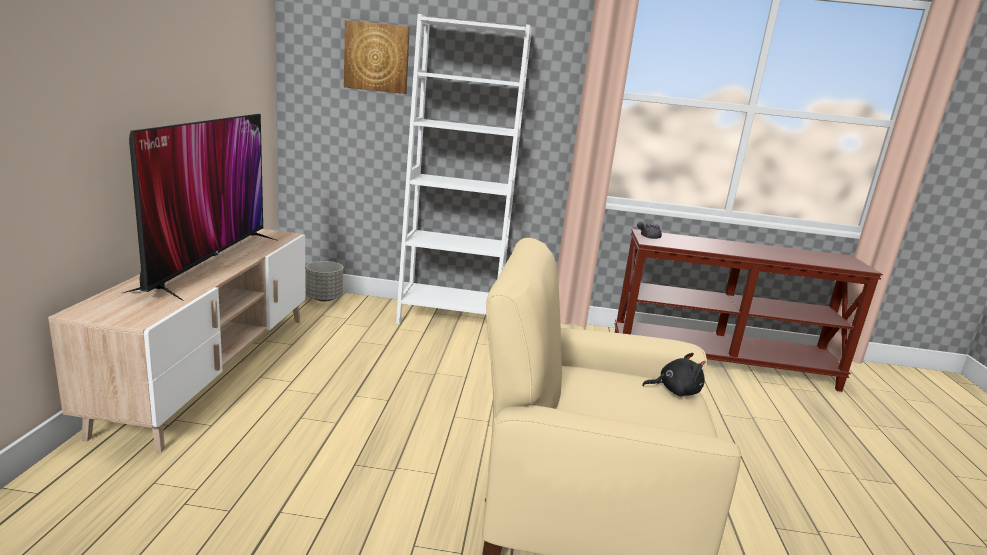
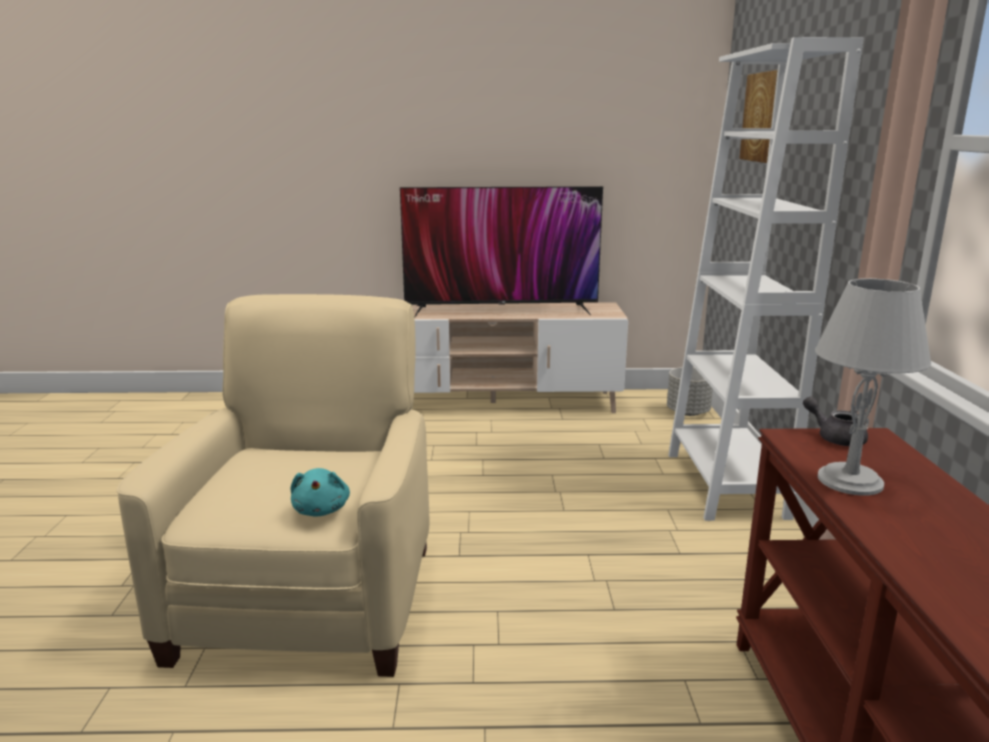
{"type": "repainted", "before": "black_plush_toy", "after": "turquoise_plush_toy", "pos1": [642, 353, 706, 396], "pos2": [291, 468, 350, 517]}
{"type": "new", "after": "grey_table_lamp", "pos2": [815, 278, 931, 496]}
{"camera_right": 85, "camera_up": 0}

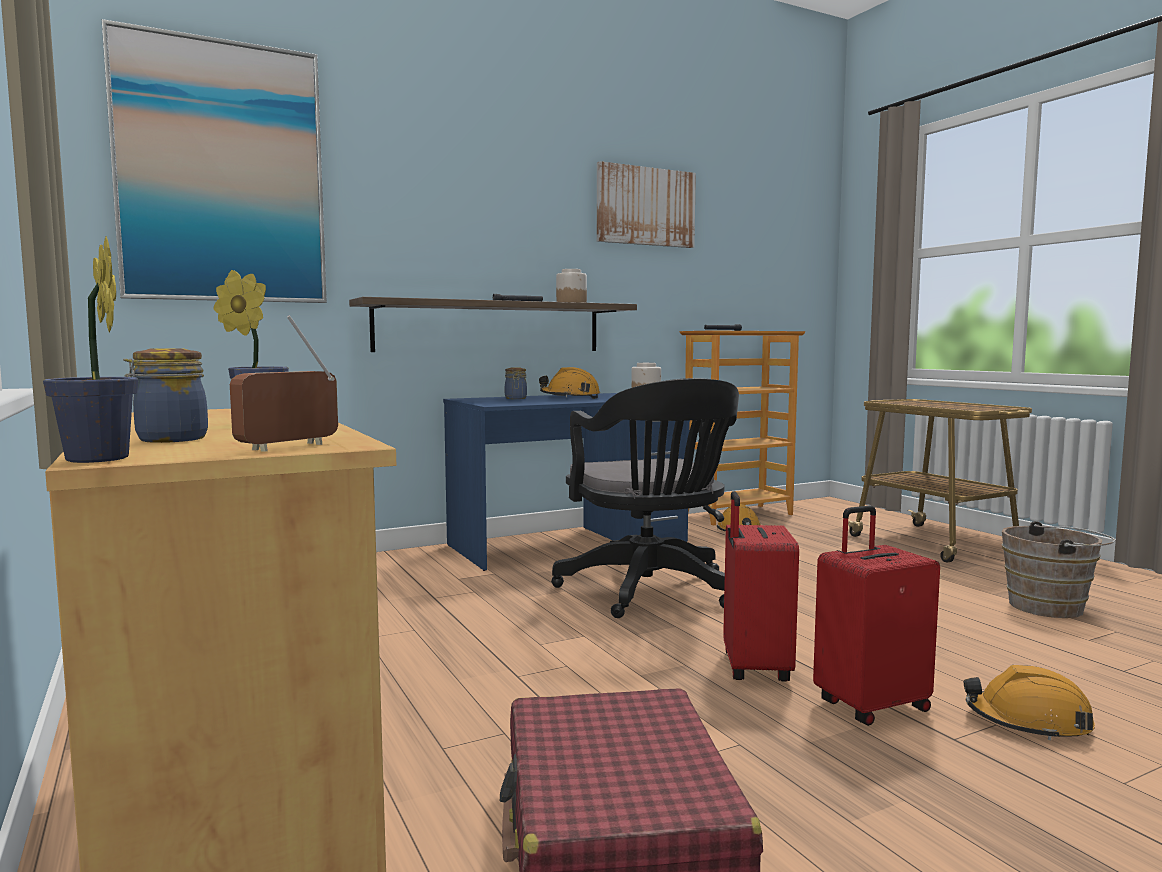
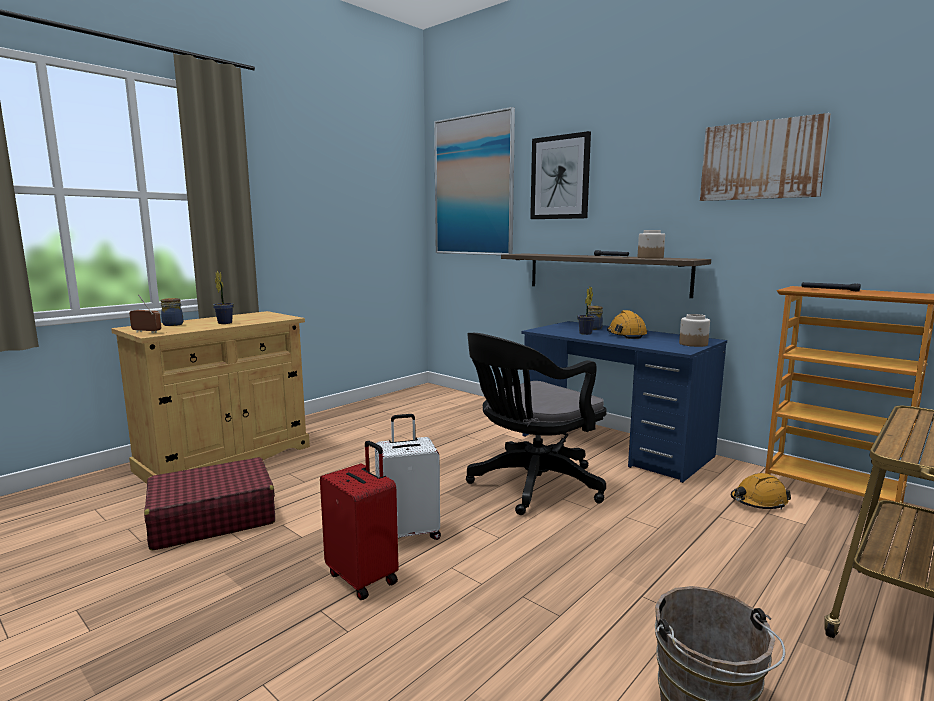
{"type": "shifted", "before": "potted_plant", "pos1": [43, 236, 138, 463], "pos2": [577, 287, 596, 335]}
{"type": "repainted", "before": "red_suitcase", "after": "white_suitcase", "pos1": [723, 491, 799, 682], "pos2": [375, 414, 441, 540]}
{"type": "gone", "before": "orange_hard_hat", "pos1": [964, 665, 1095, 740]}
{"type": "new", "after": "picture", "pos2": [530, 131, 591, 219]}
{"camera_right": 70, "camera_up": 5}

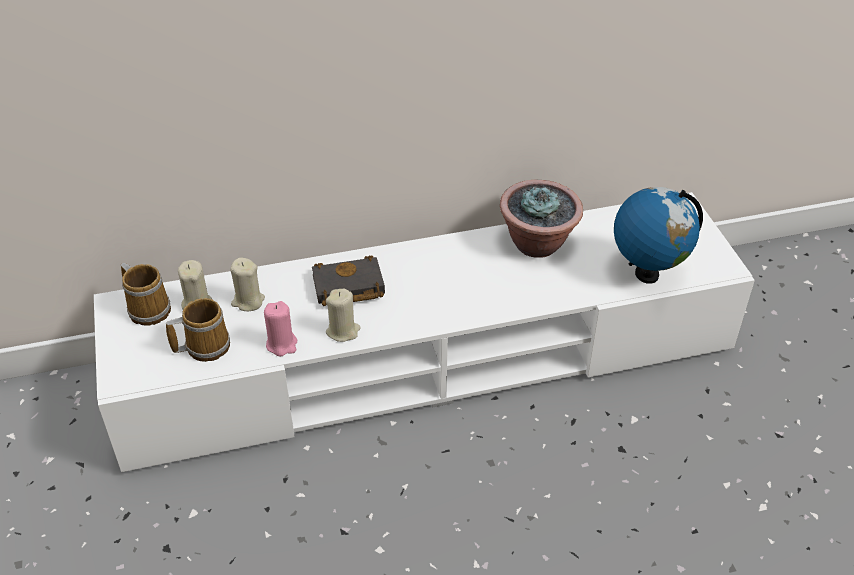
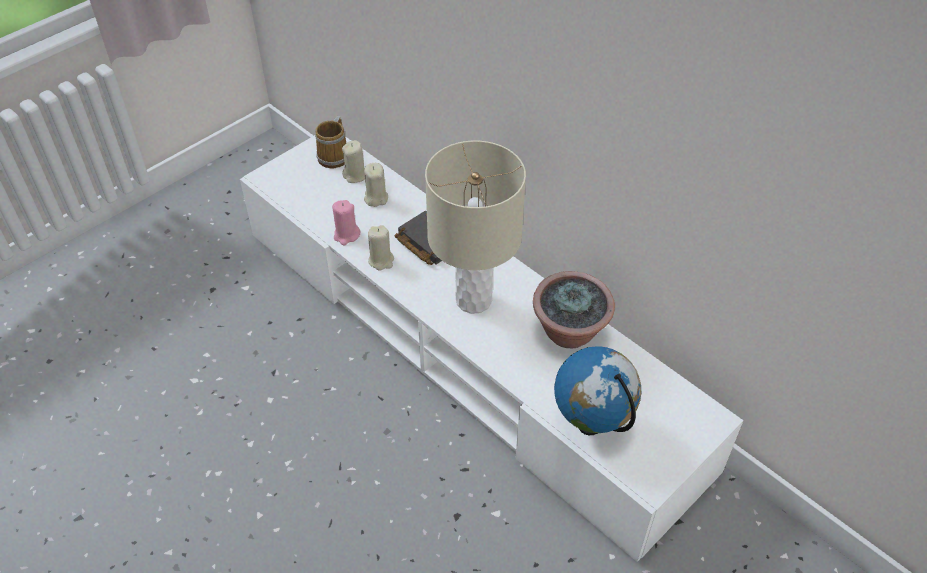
{"type": "gone", "before": "mug", "pos1": [166, 298, 230, 362]}
{"type": "new", "after": "beige_table_lamp", "pos2": [425, 141, 526, 314]}
{"camera_right": 60, "camera_up": 5}

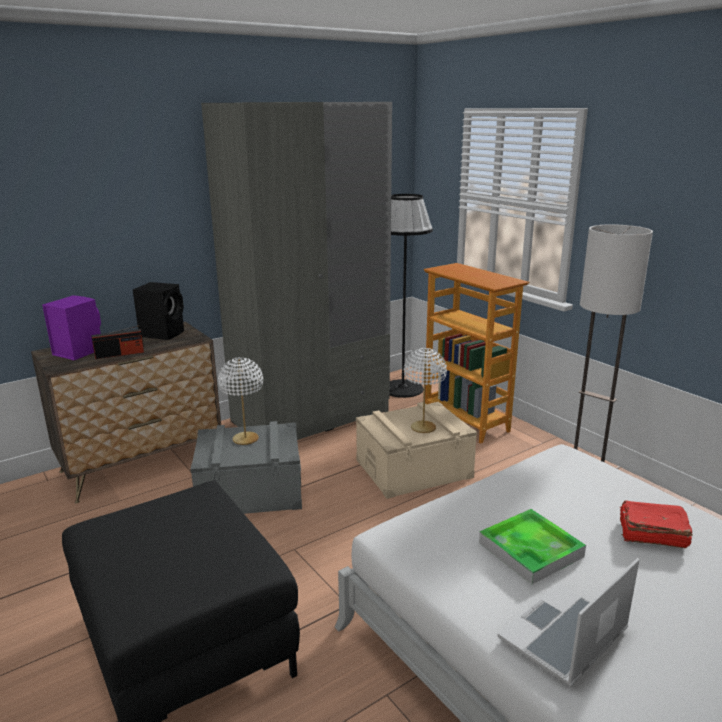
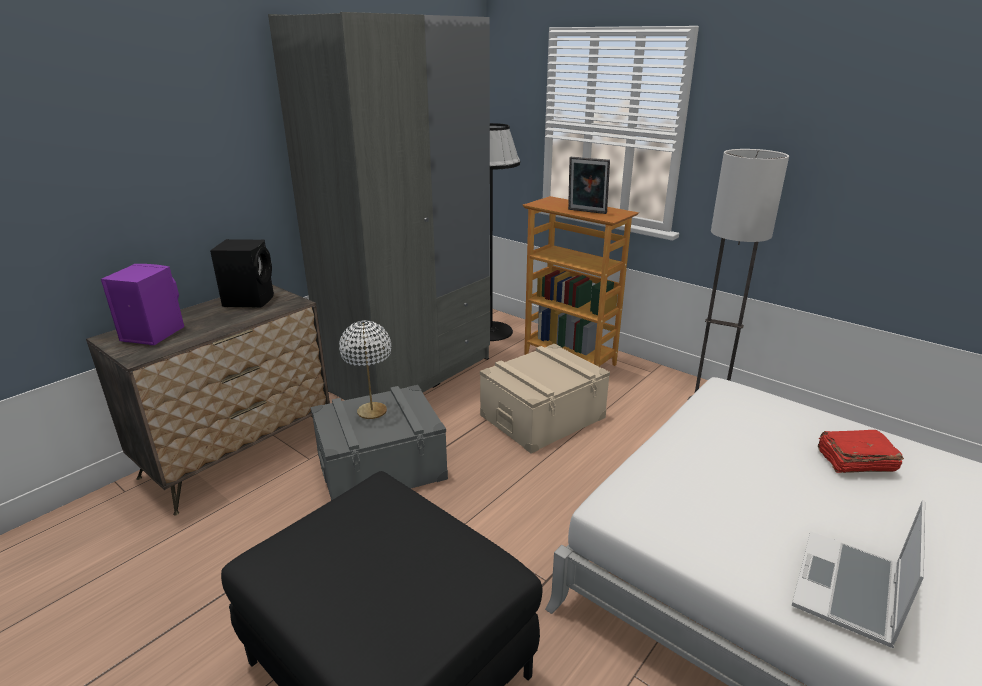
{"type": "gone", "before": "radio", "pos1": [91, 325, 144, 359]}
{"type": "gone", "before": "white_table_lamp", "pos1": [404, 348, 447, 433]}
{"type": "gone", "before": "tray", "pos1": [479, 509, 586, 585]}
{"type": "new", "after": "picture_frame", "pos2": [568, 157, 610, 214]}
{"camera_right": -15, "camera_up": 5}

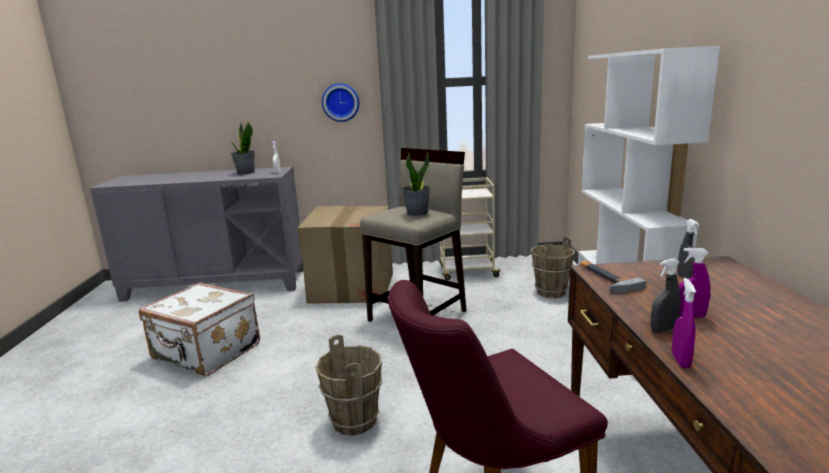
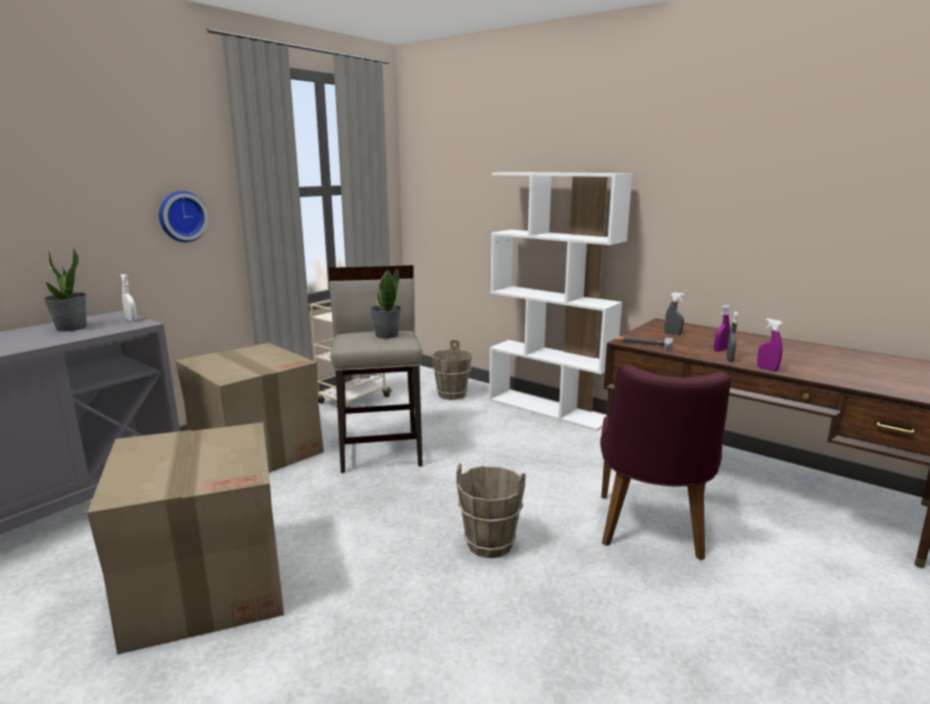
{"type": "swapped", "before": "white_suitcase", "after": "cardboard_box", "pos1": [139, 282, 260, 376], "pos2": [87, 422, 284, 655]}
{"camera_right": -50, "camera_up": 0}

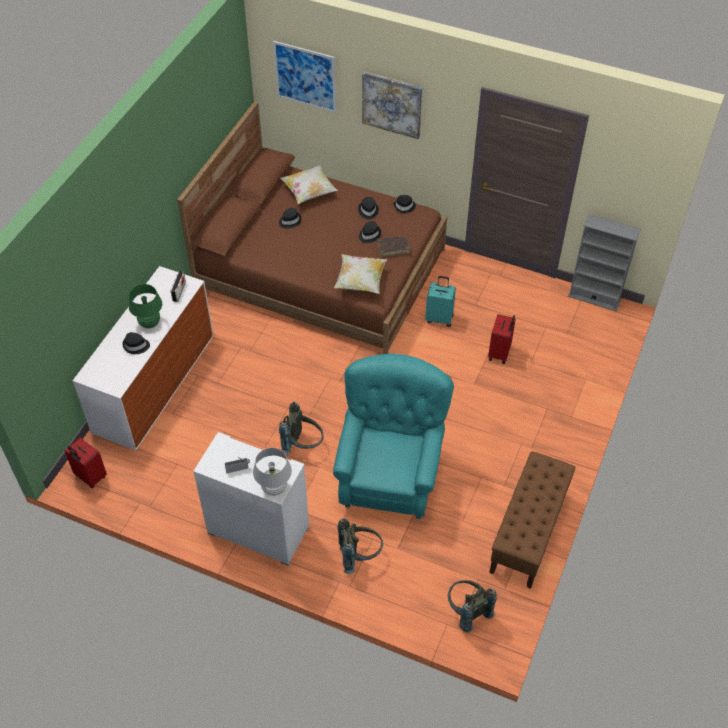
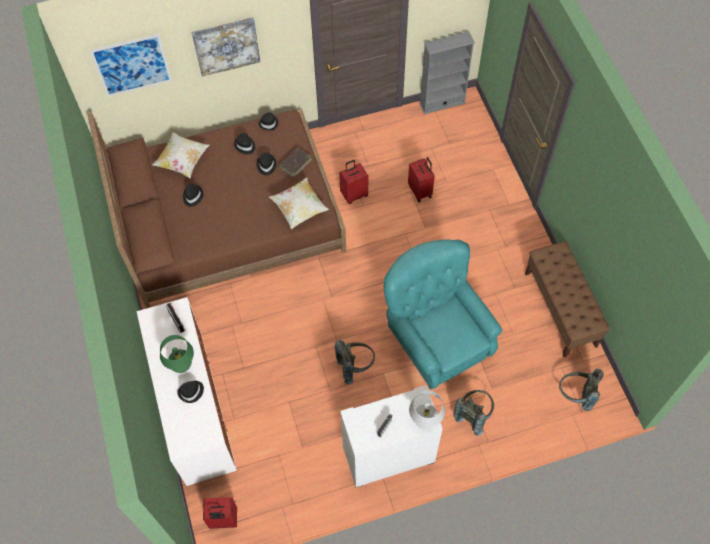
{"type": "repainted", "before": "turquoise_suitcase", "after": "red_suitcase", "pos1": [425, 276, 456, 327], "pos2": [339, 160, 368, 204]}
{"camera_right": -40, "camera_up": 10}

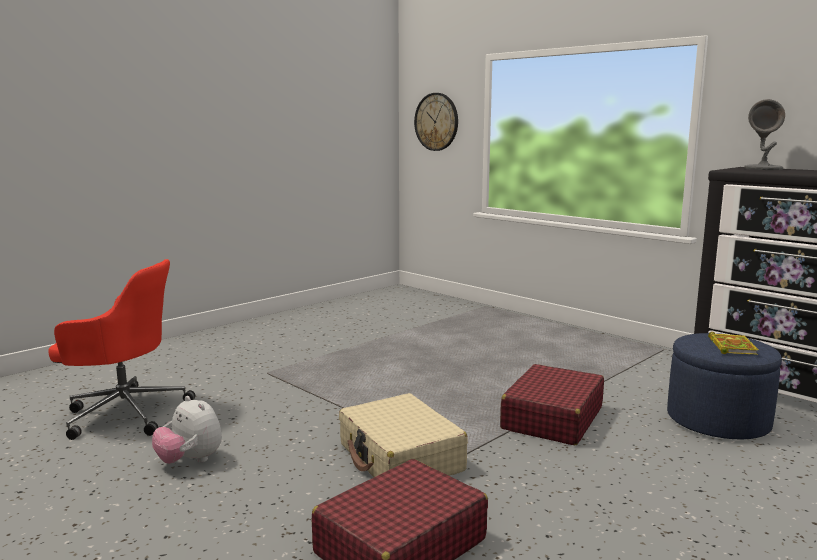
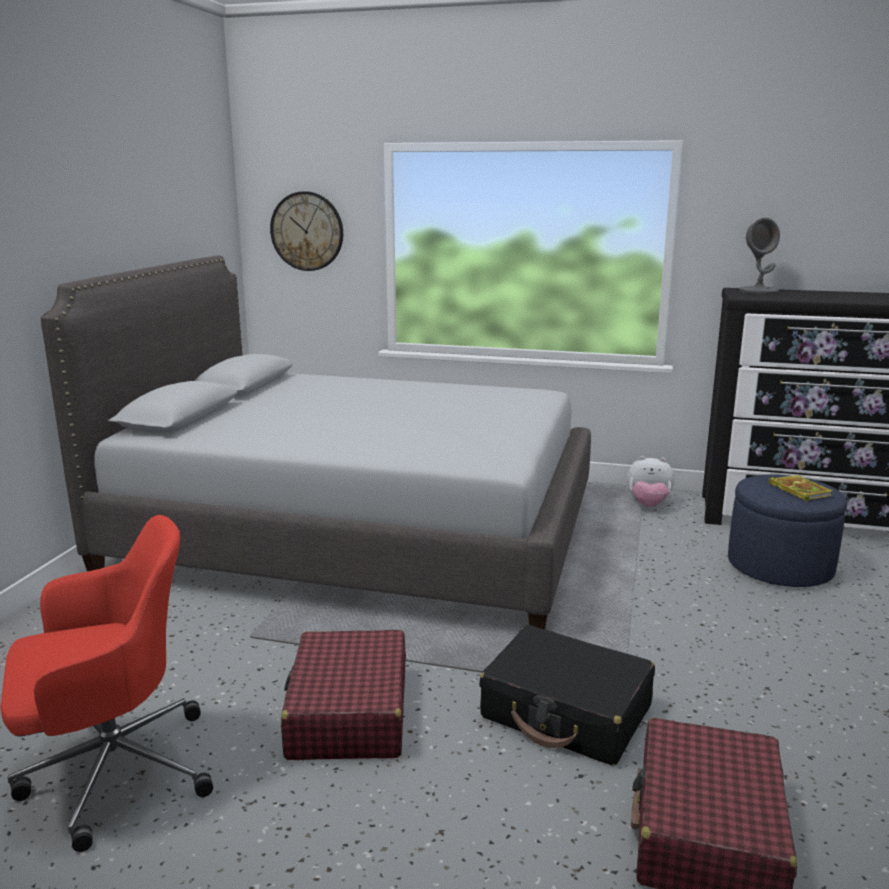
{"type": "shifted", "before": "red_suitcase", "pos1": [500, 364, 604, 445], "pos2": [281, 630, 406, 760]}
{"type": "repainted", "before": "beige_suitcase", "after": "black_suitcase", "pos1": [339, 393, 468, 477], "pos2": [479, 625, 655, 766]}
{"type": "shifted", "before": "plush_toy", "pos1": [152, 396, 222, 464], "pos2": [627, 456, 674, 507]}
{"type": "new", "after": "grey_bed", "pos2": [41, 255, 591, 629]}
{"camera_right": -30, "camera_up": 5}

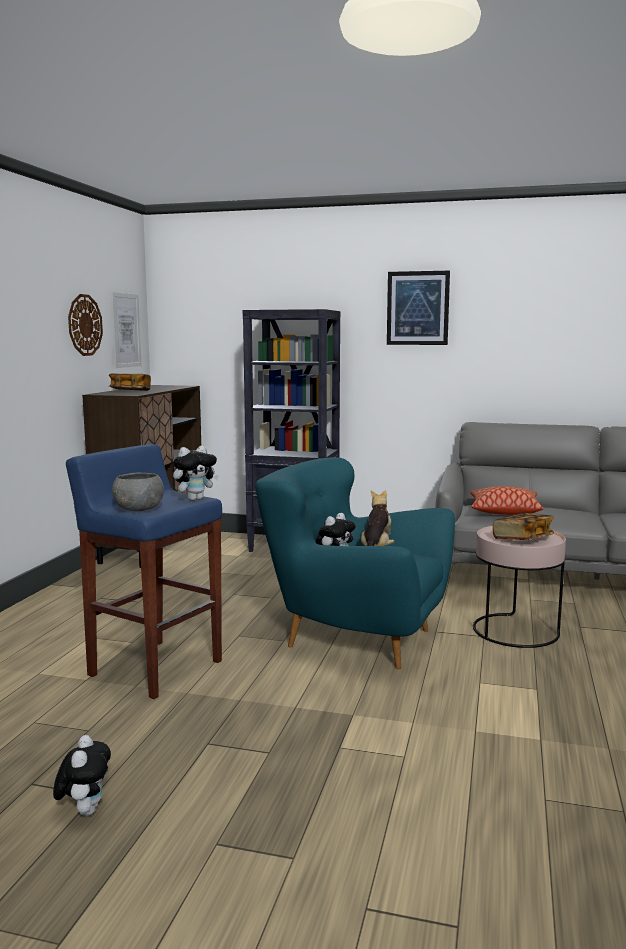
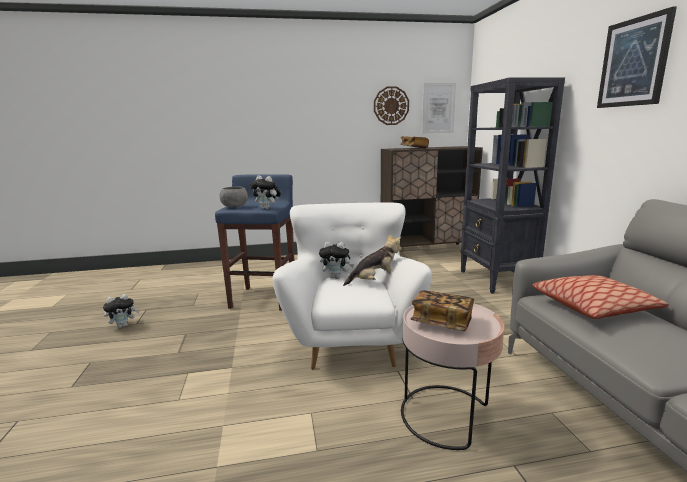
{"type": "repainted", "before": "turquoise_armchair", "after": "white_armchair", "pos1": [256, 457, 455, 669], "pos2": [273, 202, 432, 370]}
{"camera_right": 65, "camera_up": 5}

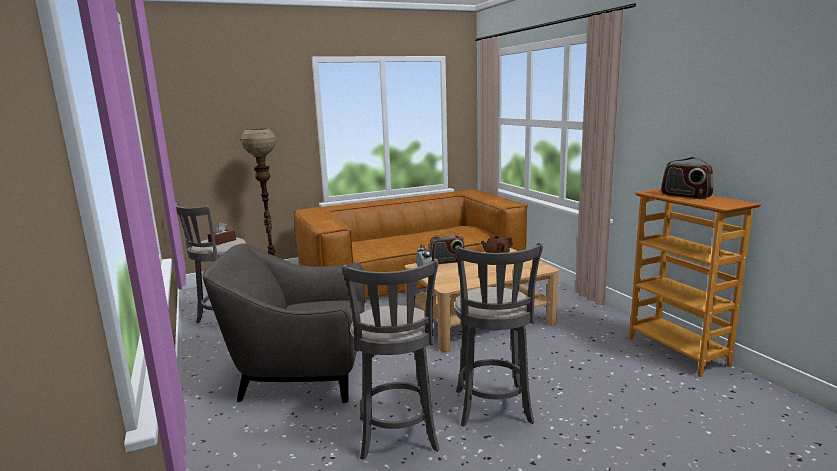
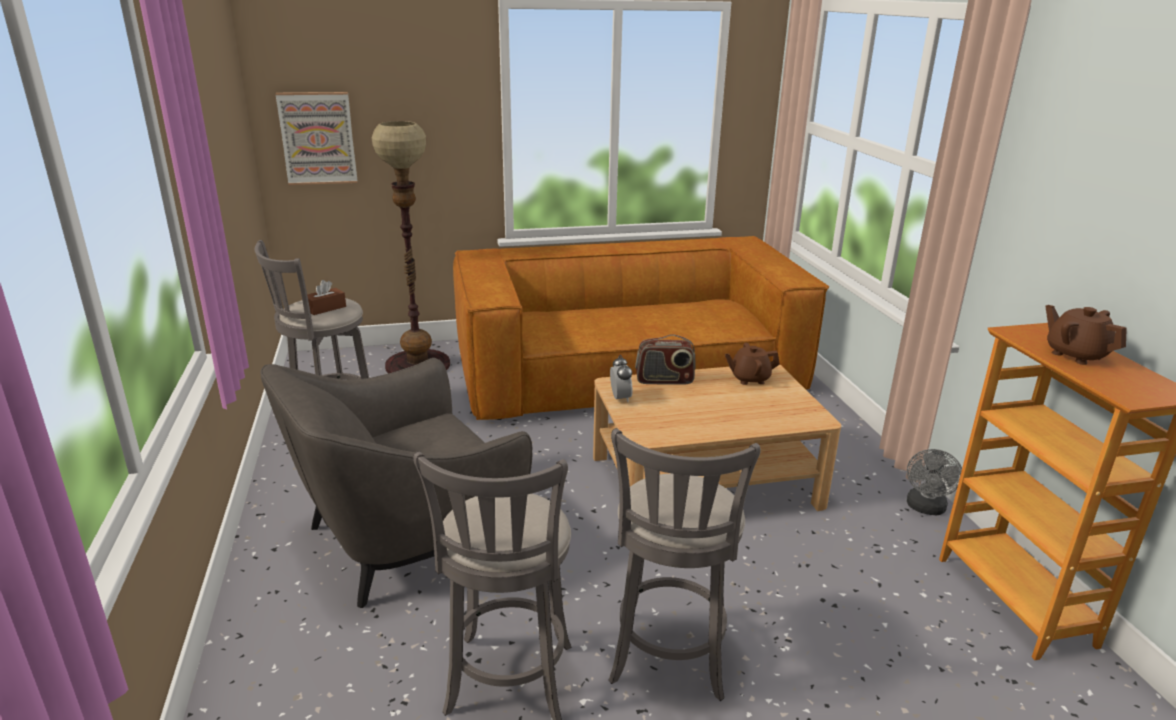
{"type": "swapped", "before": "radio", "after": "brown_teapot", "pos1": [661, 157, 714, 199], "pos2": [1045, 305, 1127, 365]}
{"type": "rotated", "before": "grey_armchair", "pos1": [202, 244, 365, 403], "pos2": [260, 358, 532, 608], "turn": -45}
{"type": "new", "after": "picture", "pos2": [275, 92, 358, 185]}
{"type": "new", "after": "grey_fan", "pos2": [907, 449, 962, 515]}
{"camera_right": 10, "camera_up": 10}

